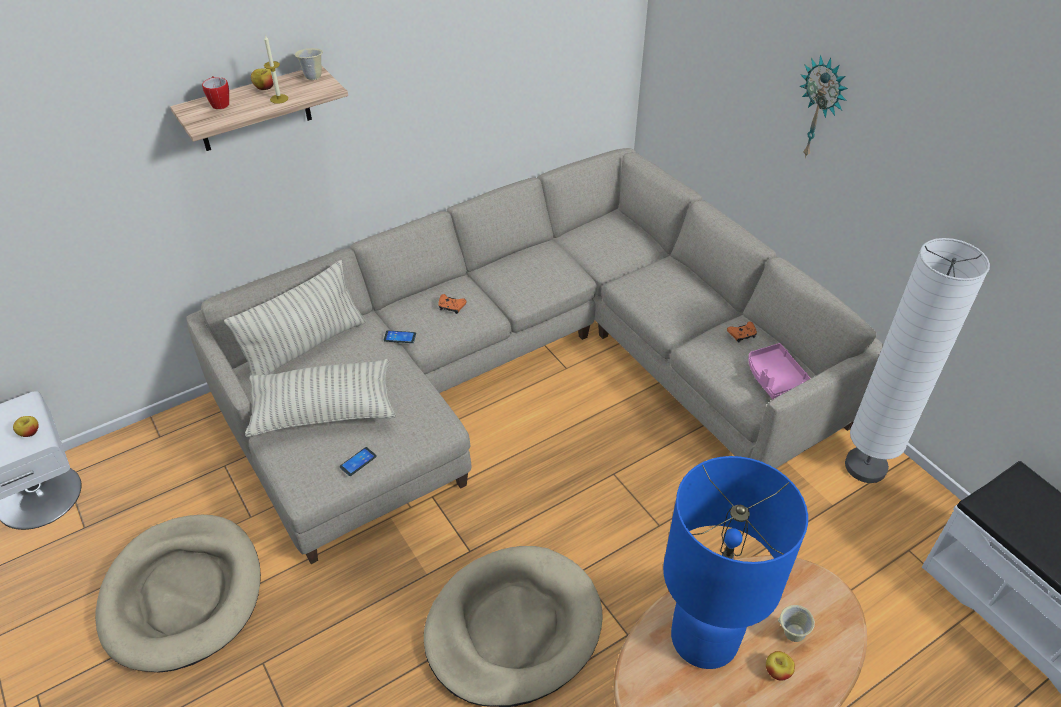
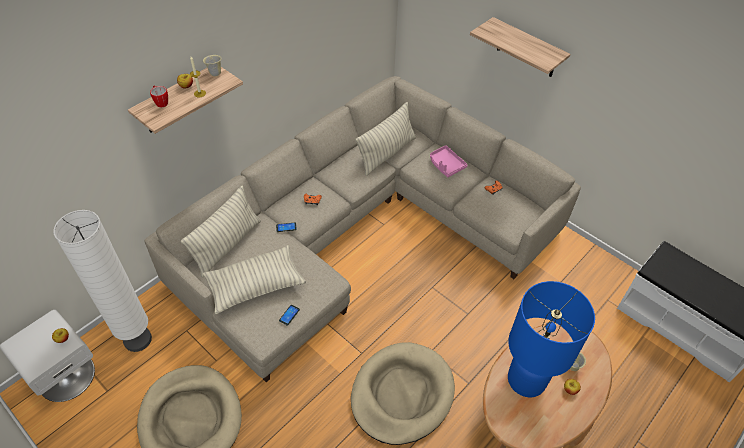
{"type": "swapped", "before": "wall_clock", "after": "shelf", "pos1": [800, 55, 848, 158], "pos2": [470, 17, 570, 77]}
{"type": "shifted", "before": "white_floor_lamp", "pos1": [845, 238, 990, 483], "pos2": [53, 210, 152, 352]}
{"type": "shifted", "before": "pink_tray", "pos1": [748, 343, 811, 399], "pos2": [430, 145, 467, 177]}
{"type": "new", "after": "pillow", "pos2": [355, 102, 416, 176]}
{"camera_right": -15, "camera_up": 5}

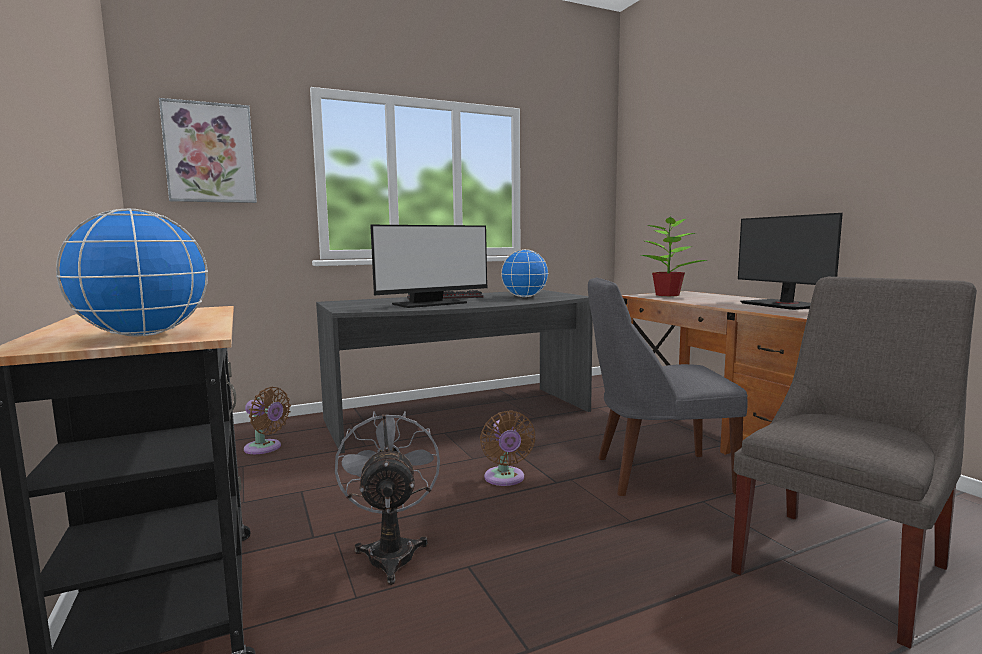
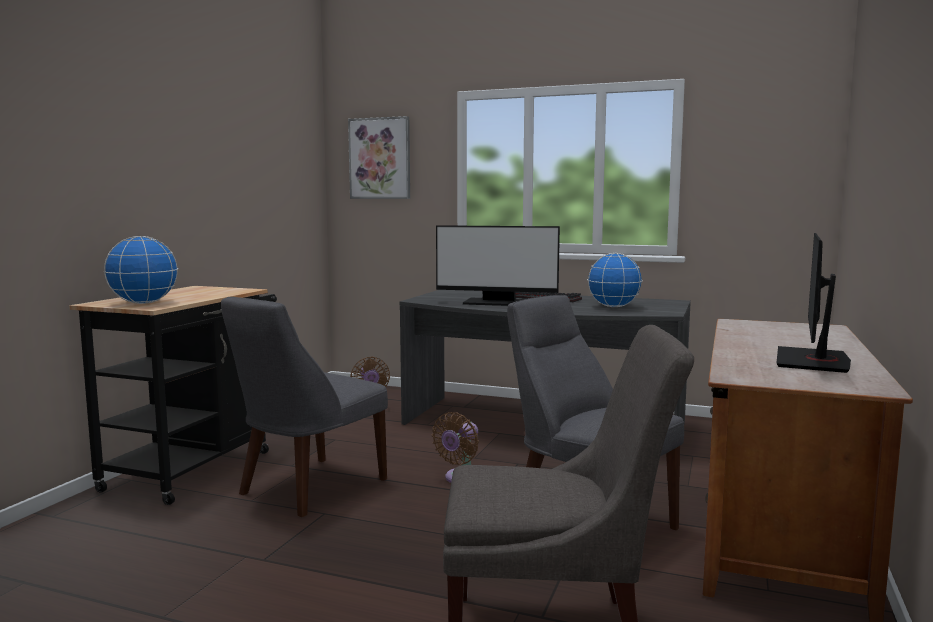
{"type": "gone", "before": "potted_plant", "pos1": [641, 215, 708, 296]}
{"type": "swapped", "before": "grey_fan", "after": "grey_chair", "pos1": [335, 411, 440, 585], "pos2": [221, 297, 388, 517]}
{"camera_right": 45, "camera_up": 0}

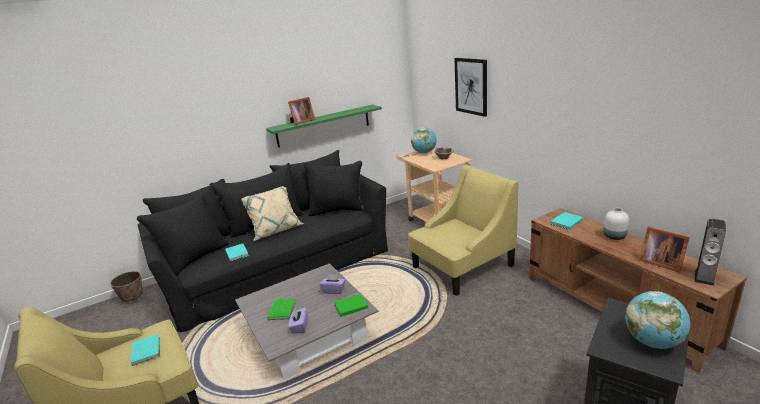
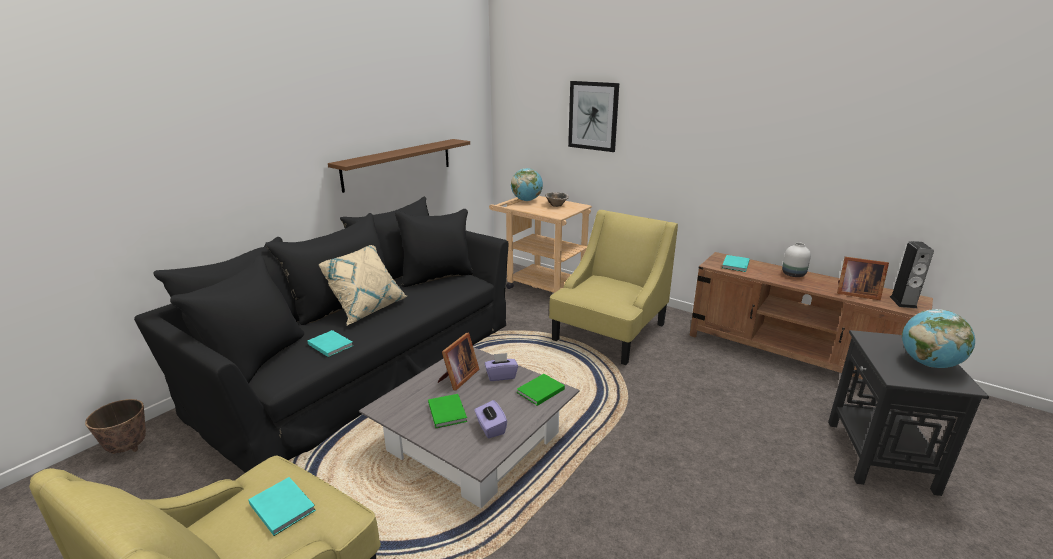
{"type": "shifted", "before": "picture_frame", "pos1": [288, 97, 316, 125], "pos2": [438, 333, 479, 390]}
{"type": "repainted", "before": "green_shelf", "after": "brown_shelf", "pos1": [266, 105, 382, 147], "pos2": [328, 139, 470, 193]}
{"camera_right": -25, "camera_up": 0}

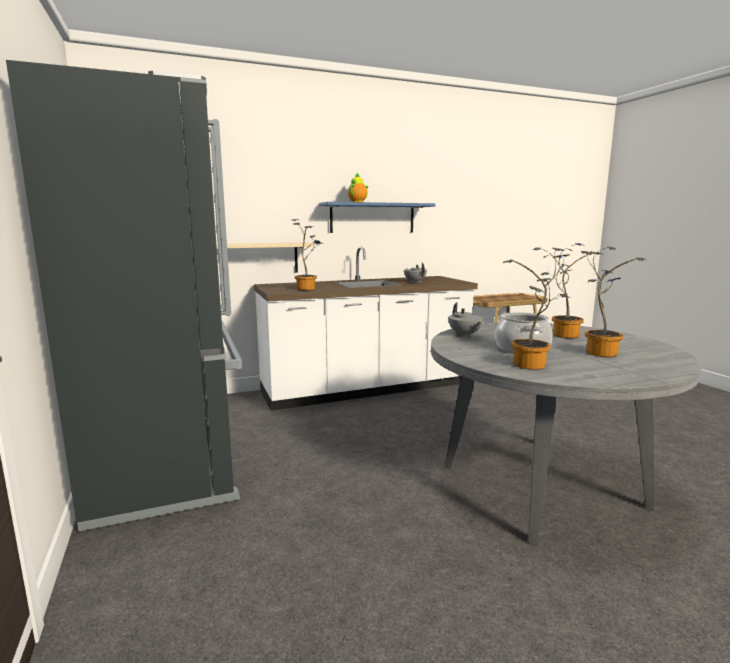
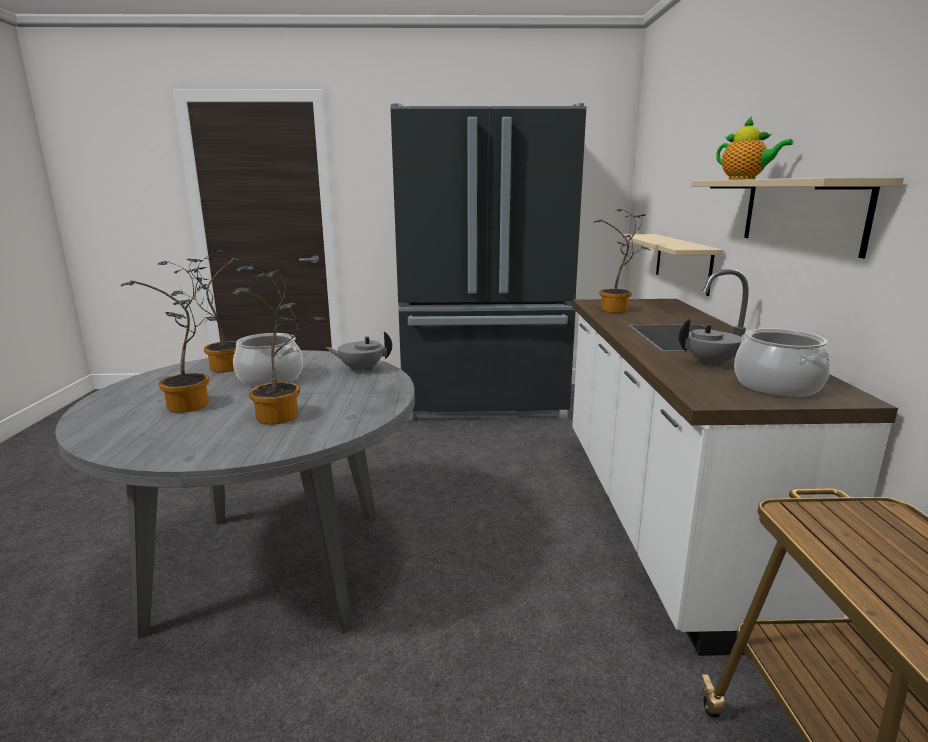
{"type": "repainted", "before": "blue_shelf", "after": "beige_shelf", "pos1": [319, 202, 436, 233], "pos2": [691, 177, 904, 258]}
{"type": "new", "after": "cooking_pot", "pos2": [734, 328, 832, 397]}
{"camera_right": 110, "camera_up": 5}

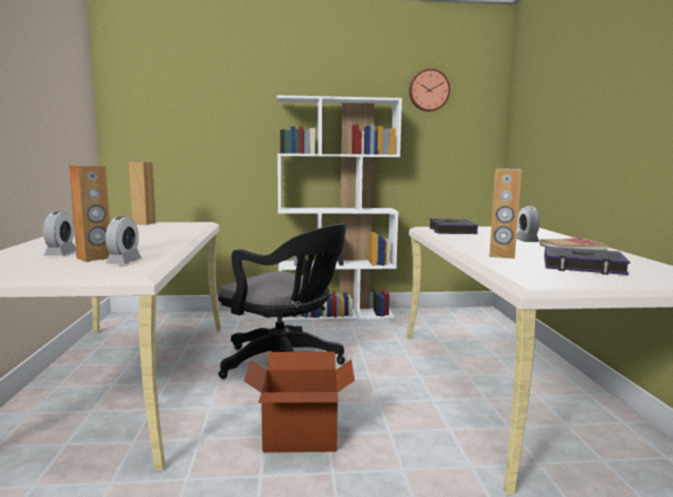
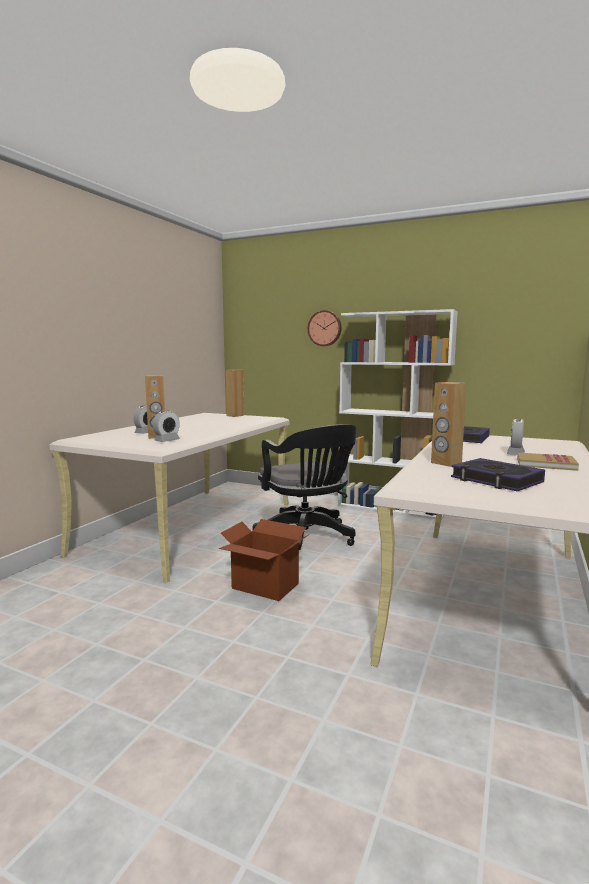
{"type": "shifted", "before": "wall_clock", "pos1": [409, 69, 450, 112], "pos2": [308, 310, 342, 346]}
{"camera_right": 30, "camera_up": 0}

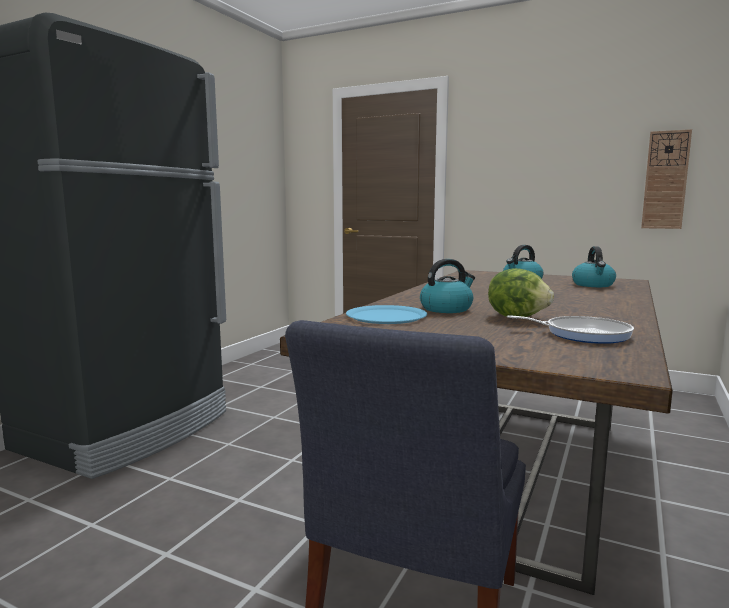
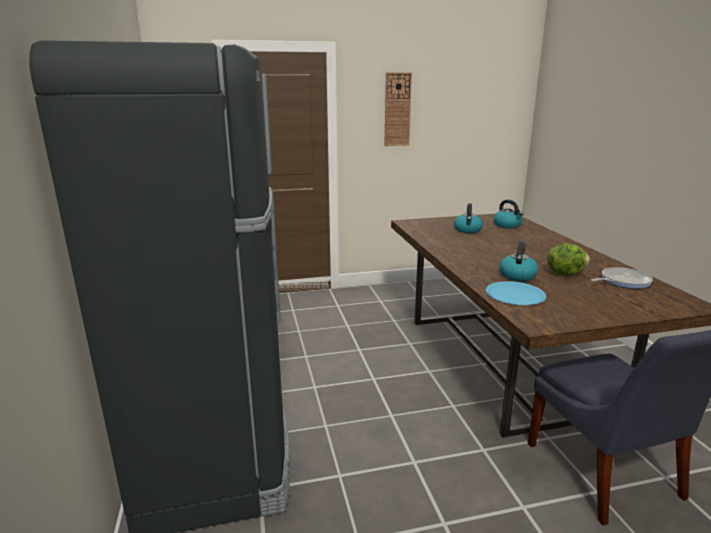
{"type": "shifted", "before": "wall_clock", "pos1": [641, 129, 692, 229], "pos2": [384, 72, 412, 146]}
{"camera_right": -40, "camera_up": 10}

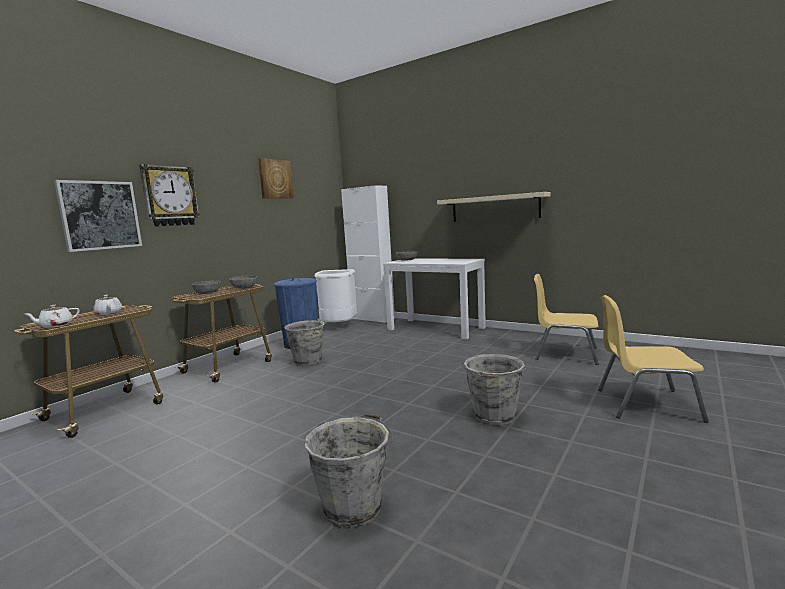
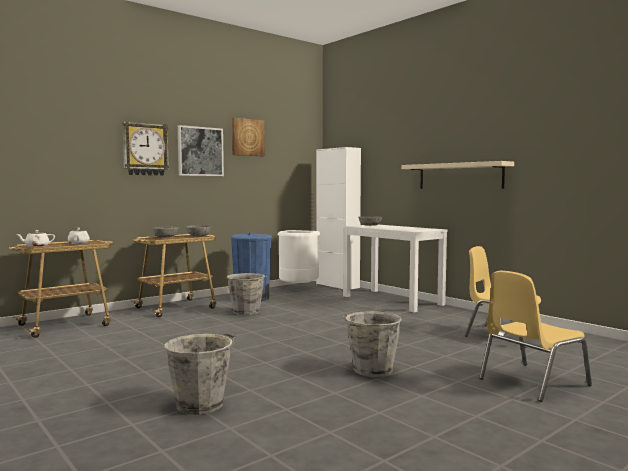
{"type": "shifted", "before": "picture", "pos1": [54, 180, 142, 252], "pos2": [178, 125, 224, 176]}
{"type": "rotated", "before": "yellow_chair", "pos1": [598, 295, 709, 423], "pos2": [479, 271, 592, 402], "turn": -60}
{"camera_right": 15, "camera_up": -5}

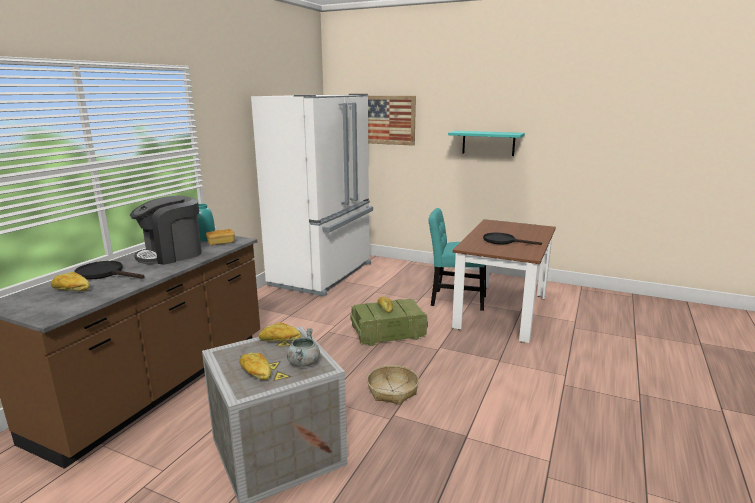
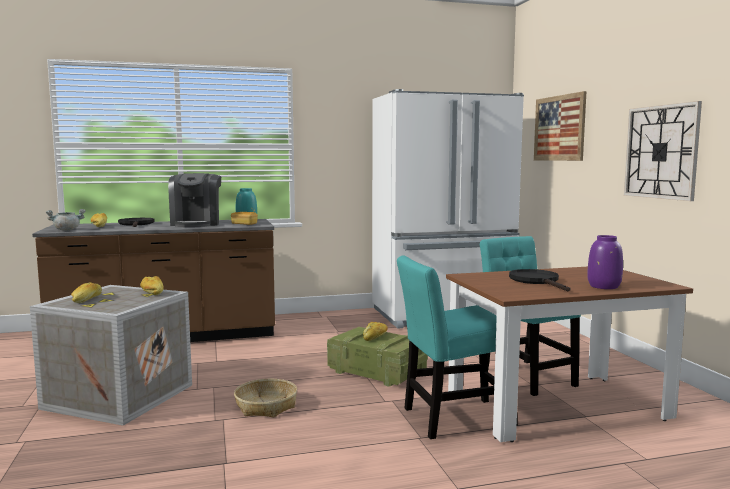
{"type": "swapped", "before": "turquoise_shelf", "after": "wall_clock", "pos1": [448, 131, 525, 156], "pos2": [624, 101, 702, 201]}
{"type": "rotated", "before": "coffee_machine", "pos1": [130, 196, 202, 265], "pos2": [168, 173, 221, 227], "turn": -105}
{"type": "shifted", "before": "grey_cooking_pot", "pos1": [287, 328, 320, 366], "pos2": [46, 209, 86, 231]}
{"type": "new", "after": "purple_vase", "pos2": [587, 235, 623, 289]}
{"type": "new", "after": "turquoise_chair", "pos2": [397, 256, 518, 439]}
{"camera_right": 50, "camera_up": -10}

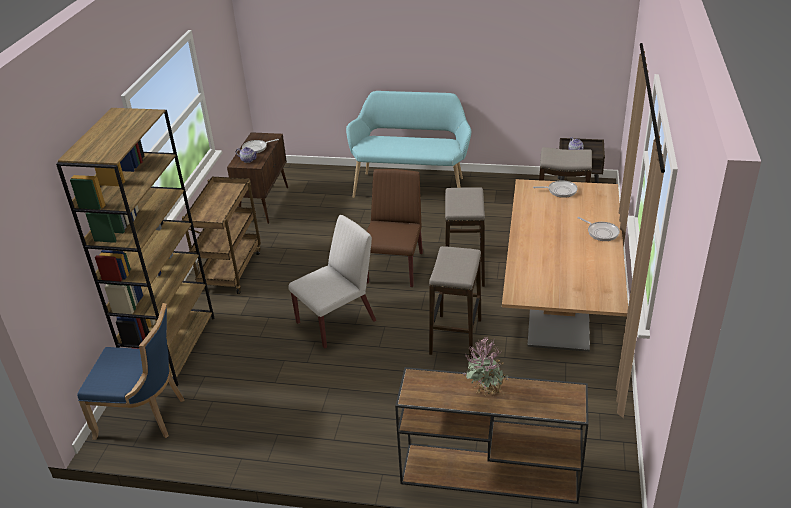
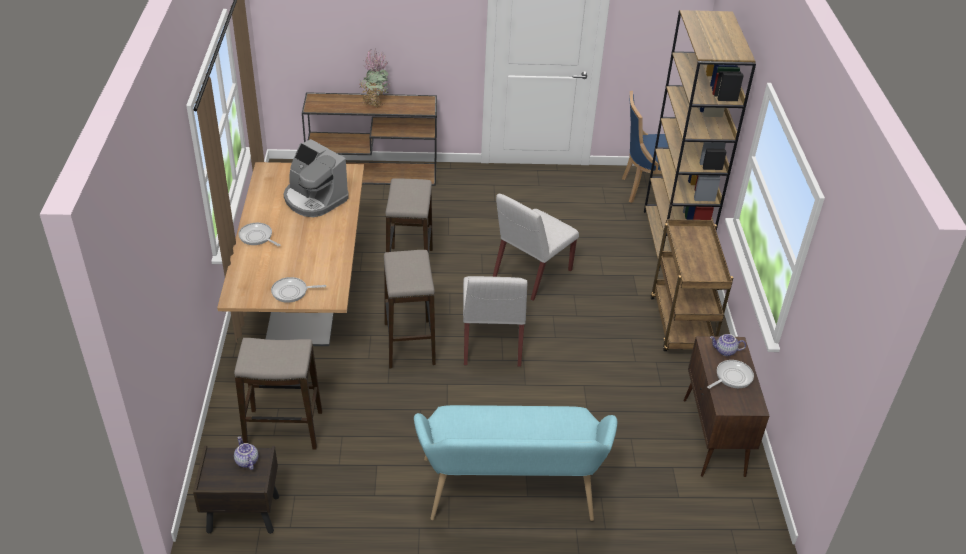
{"type": "repainted", "before": "brown_chair", "after": "white_chair", "pos1": [367, 169, 423, 287], "pos2": [463, 276, 527, 367]}
{"type": "new", "after": "coffee_machine", "pos2": [284, 139, 349, 217]}
{"camera_right": 165, "camera_up": 5}

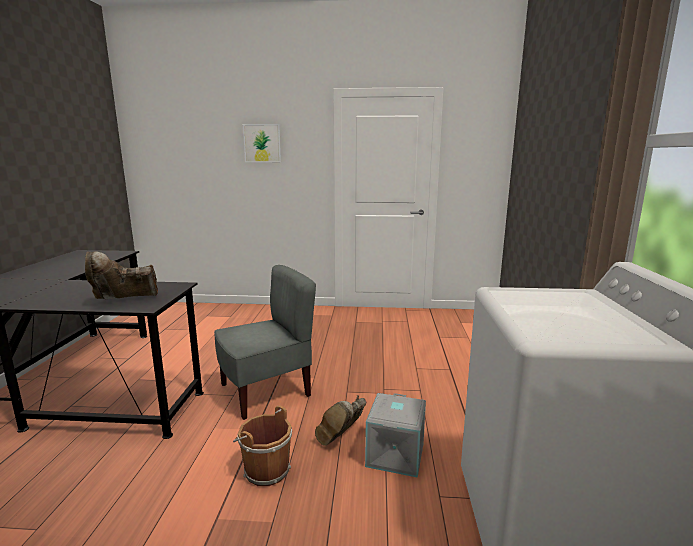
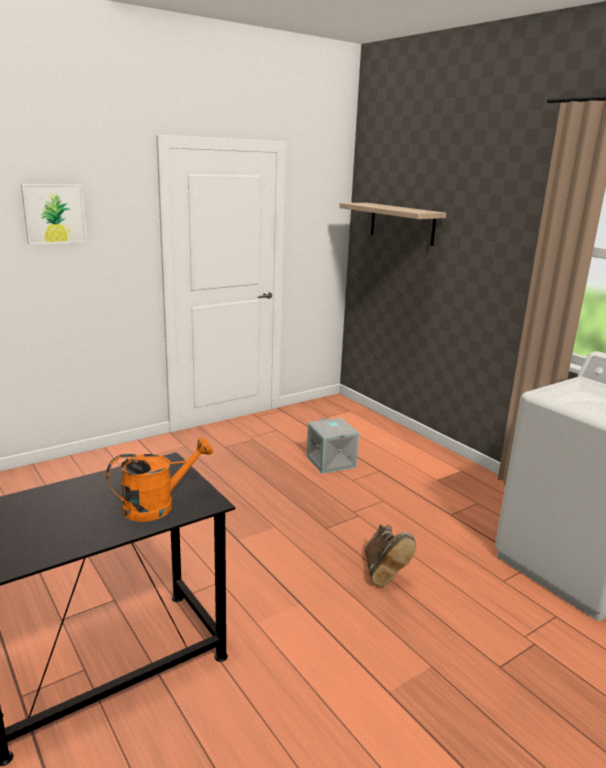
{"type": "swapped", "before": "brown_boot", "after": "orange_watering_can", "pos1": [85, 251, 158, 299], "pos2": [107, 437, 213, 522]}
{"type": "gone", "before": "grey_chair", "pos1": [214, 265, 316, 420]}
{"type": "shifted", "before": "grey_storage_box", "pos1": [365, 393, 426, 478], "pos2": [307, 418, 359, 473]}
{"type": "gone", "before": "brown_bucket", "pos1": [233, 405, 292, 486]}
{"type": "new", "after": "shelf", "pos2": [339, 203, 446, 246]}
{"camera_right": -40, "camera_up": 5}

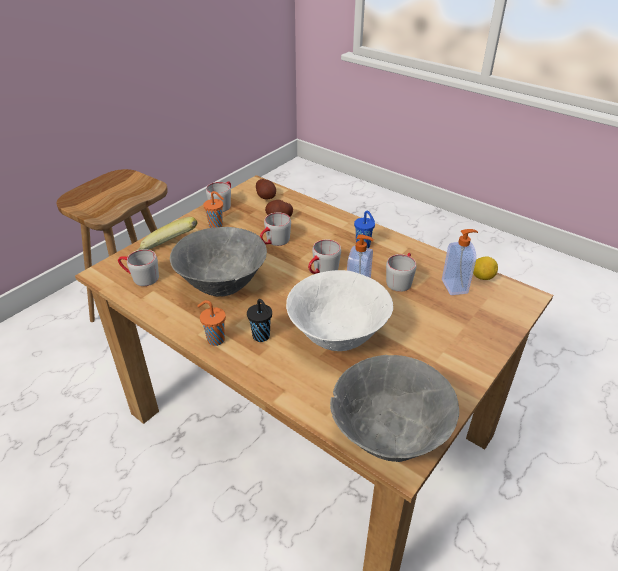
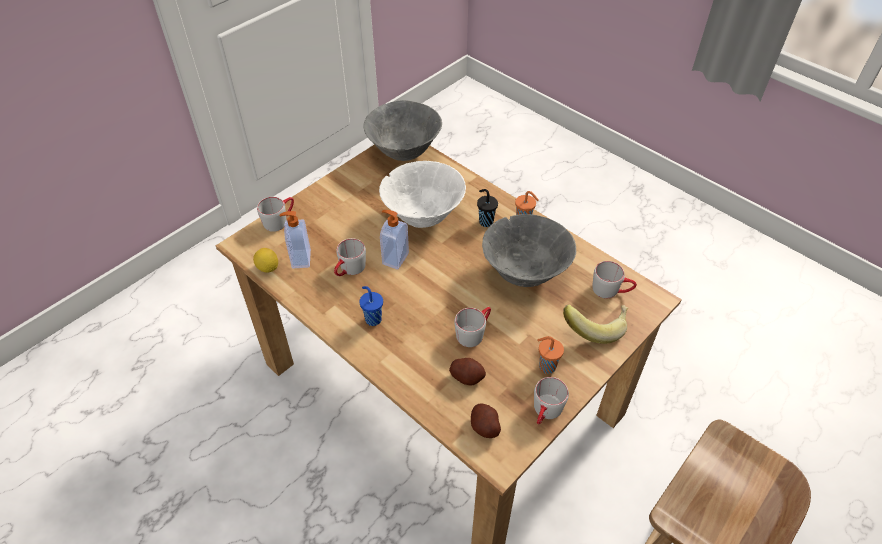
{"type": "shifted", "before": "grey_mug", "pos1": [308, 239, 341, 274], "pos2": [257, 197, 294, 232]}
{"camera_right": -175, "camera_up": 10}

